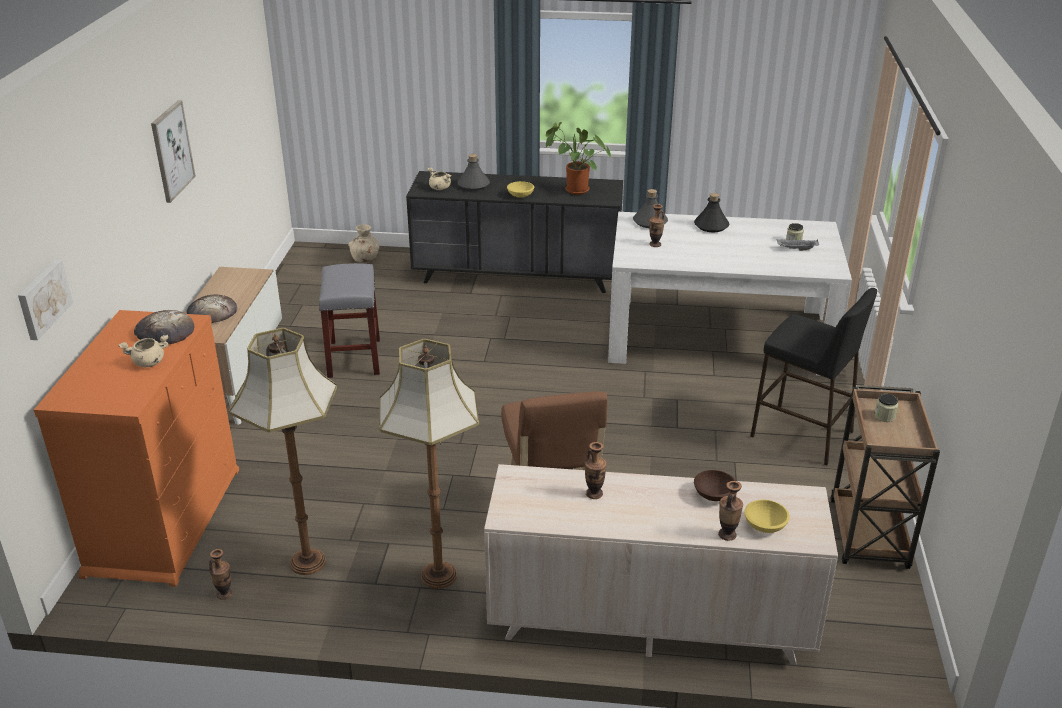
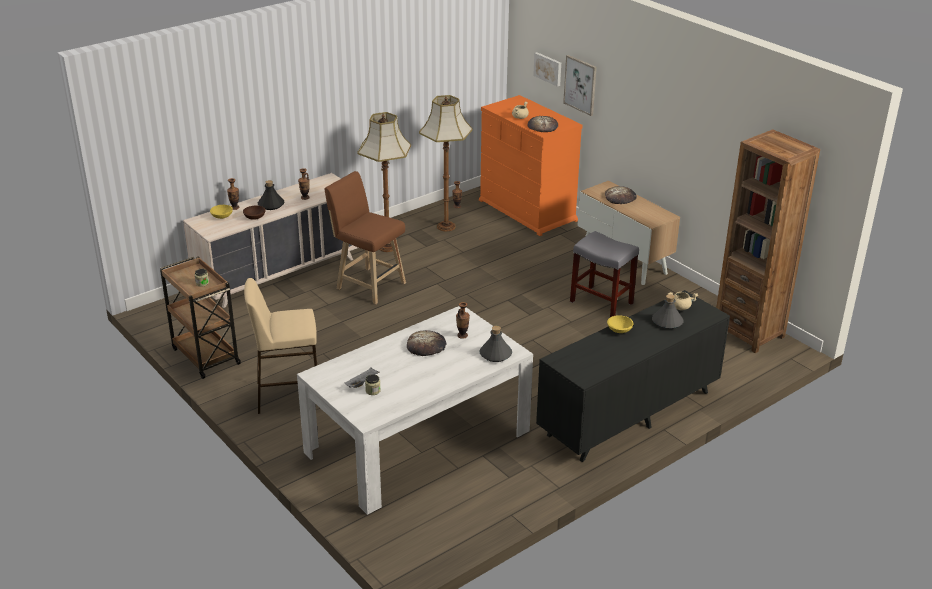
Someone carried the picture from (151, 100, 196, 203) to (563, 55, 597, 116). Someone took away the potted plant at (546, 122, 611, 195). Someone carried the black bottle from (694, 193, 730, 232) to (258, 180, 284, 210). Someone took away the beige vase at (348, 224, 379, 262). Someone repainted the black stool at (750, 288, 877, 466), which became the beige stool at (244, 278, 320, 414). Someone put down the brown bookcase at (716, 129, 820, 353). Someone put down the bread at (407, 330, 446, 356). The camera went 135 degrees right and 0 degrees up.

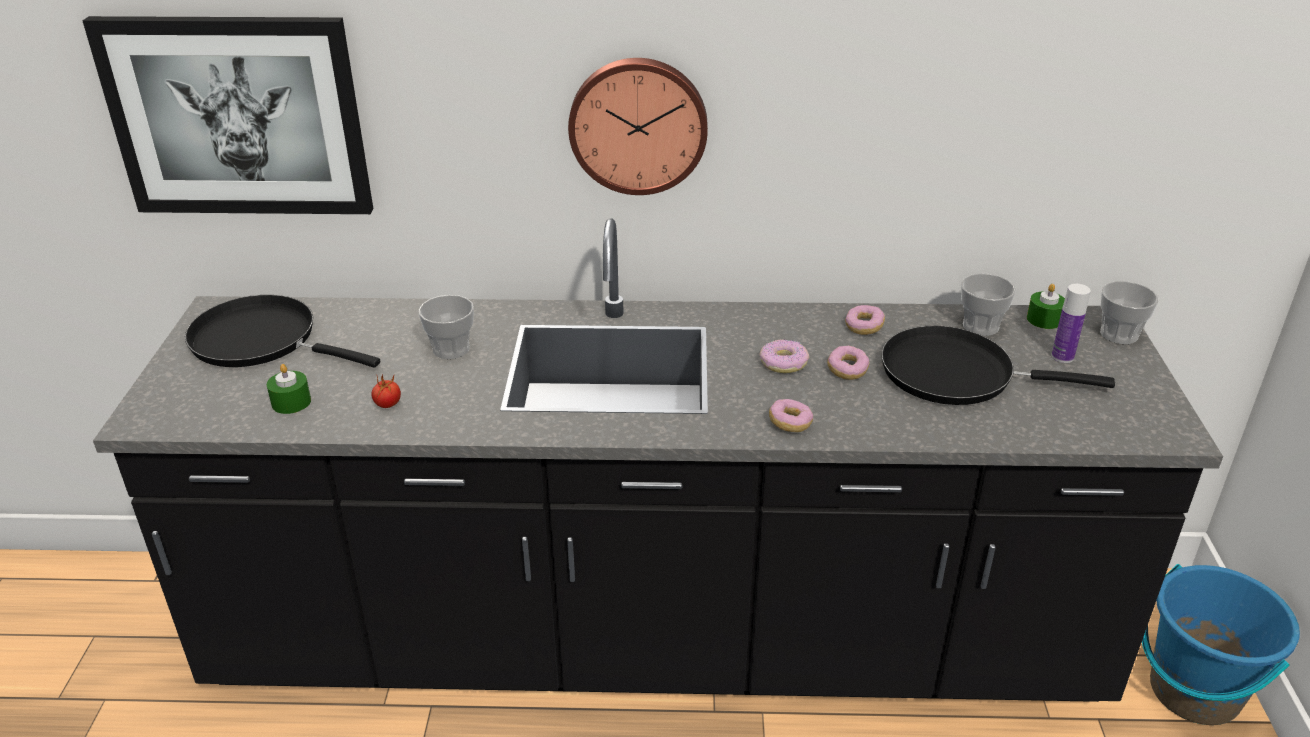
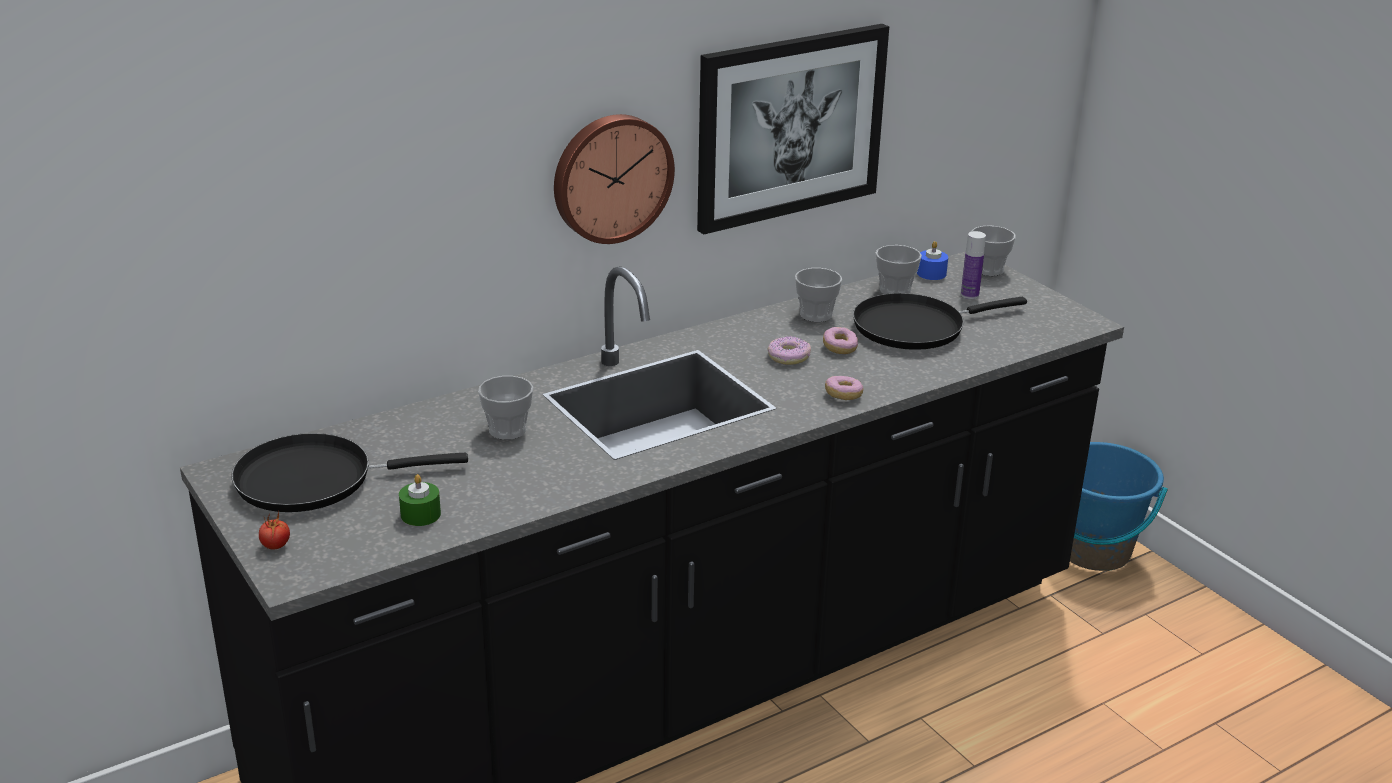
Someone carried the picture from (83, 16, 373, 214) to (697, 24, 889, 234). Someone repainted the green candle at (1027, 284, 1065, 329), which became the blue candle at (917, 241, 948, 280). Someone swapped the donut at (845, 305, 885, 335) for the cup at (795, 268, 842, 322). Someone carried the tomato from (371, 374, 401, 408) to (259, 511, 290, 549). The camera went 35 degrees left and 5 degrees down.

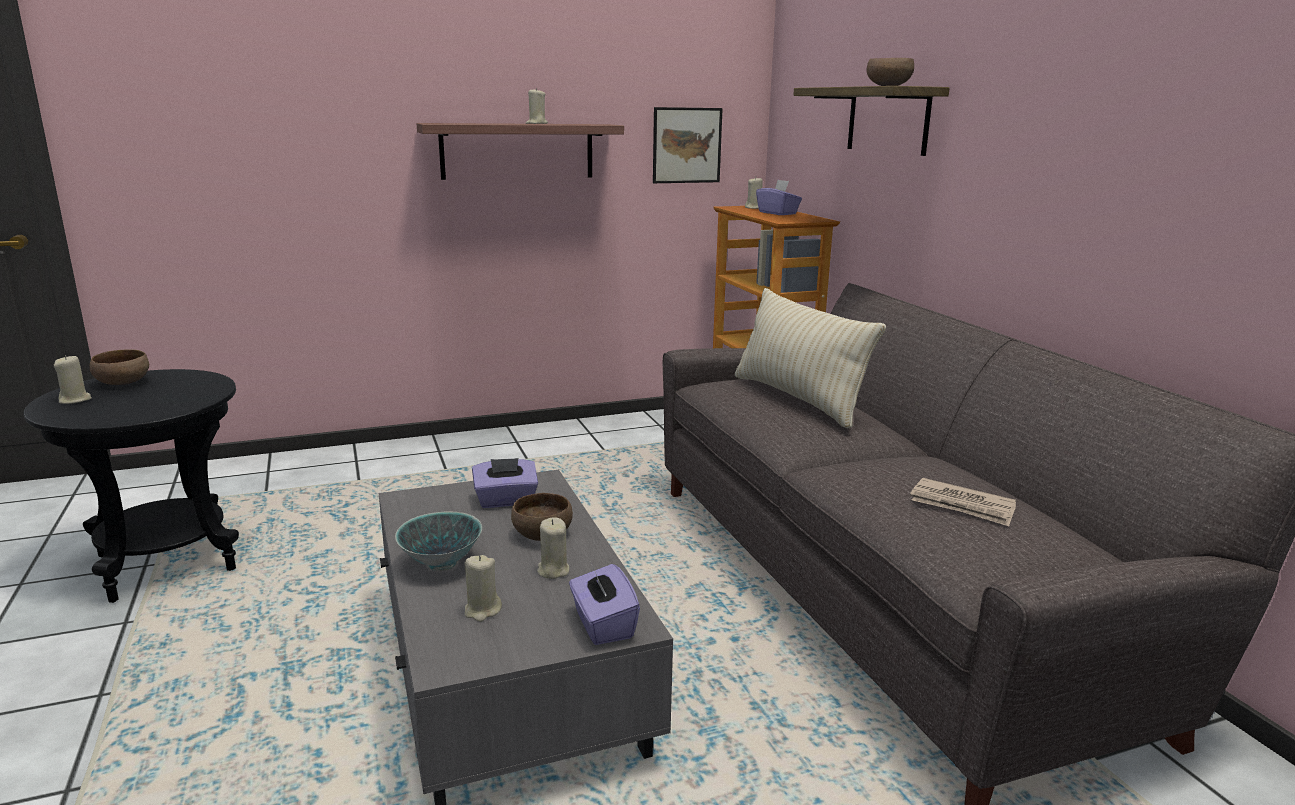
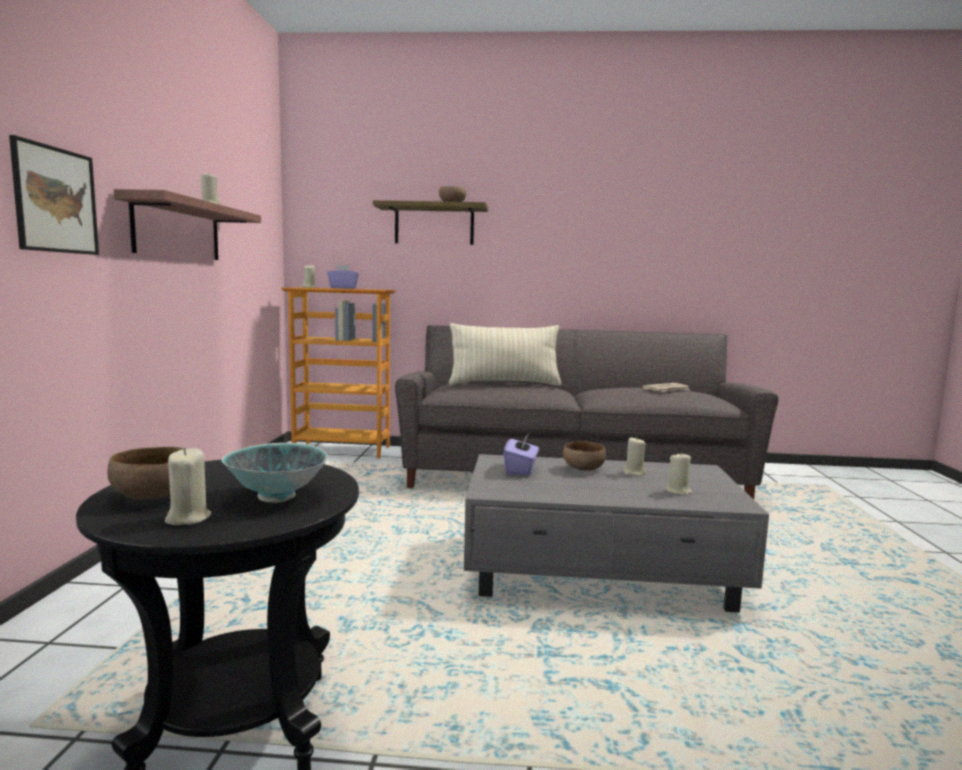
Someone carried the picture from (653, 107, 723, 183) to (9, 135, 99, 255). Someone carried the bowl from (395, 512, 482, 571) to (222, 443, 328, 503). Someone took away the purple tissue box at (569, 563, 640, 645). The camera went 65 degrees left and 10 degrees down.

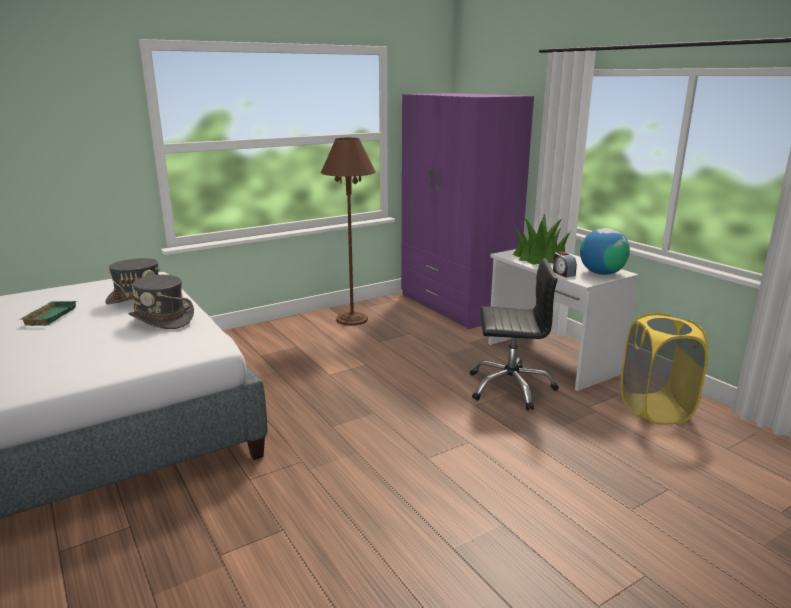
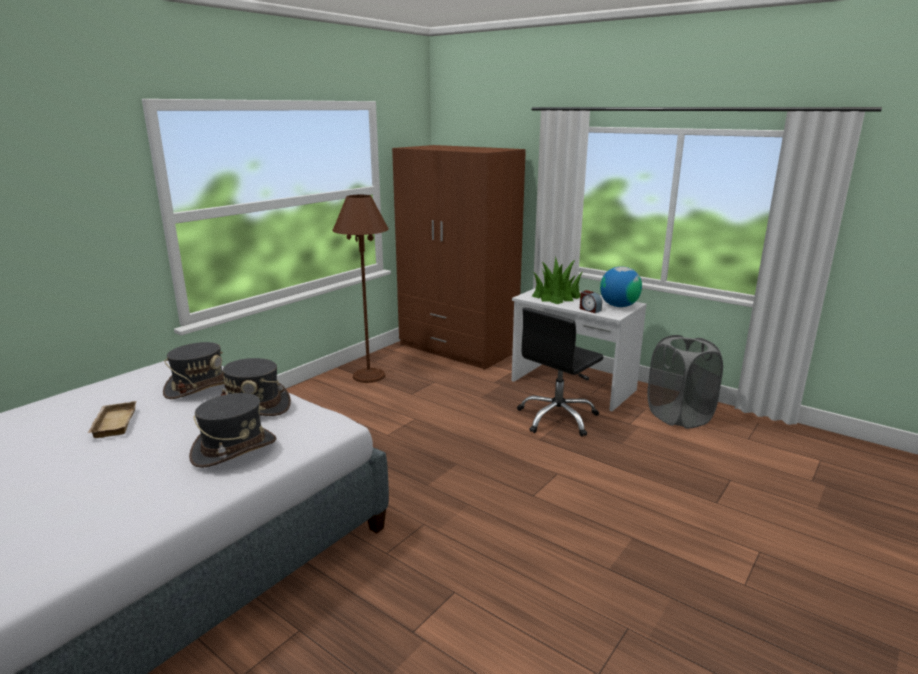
Someone repainted the purple wardrobe at (401, 93, 534, 329), which became the brown wardrobe at (392, 145, 526, 370). Someone rotated the black office chair at (470, 258, 559, 411) by 150 degrees clockwise. Someone repainted the green tray at (20, 301, 77, 326), which became the beige tray at (88, 401, 136, 438). Someone repainted the yellow laundry basket at (621, 313, 708, 424), which became the grey laundry basket at (647, 335, 723, 429). Someone put down the grey hat at (189, 393, 276, 468). The camera went 20 degrees left and 0 degrees up.

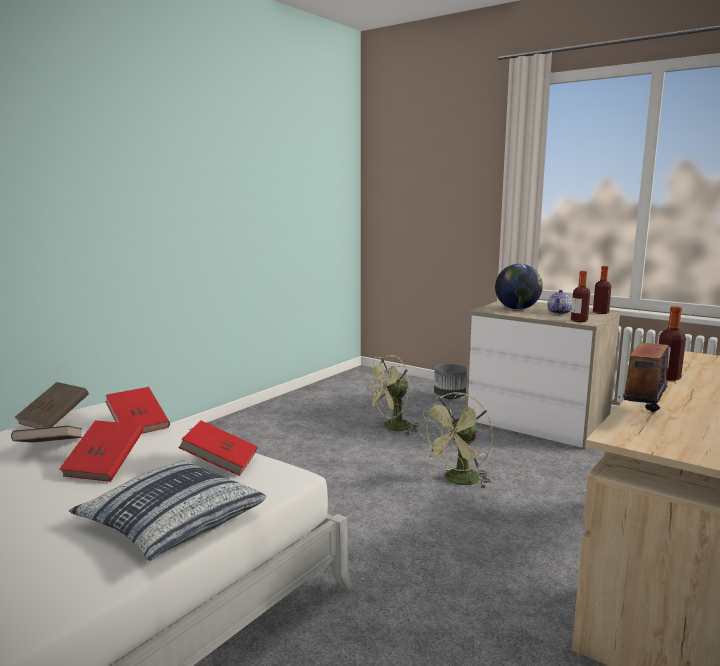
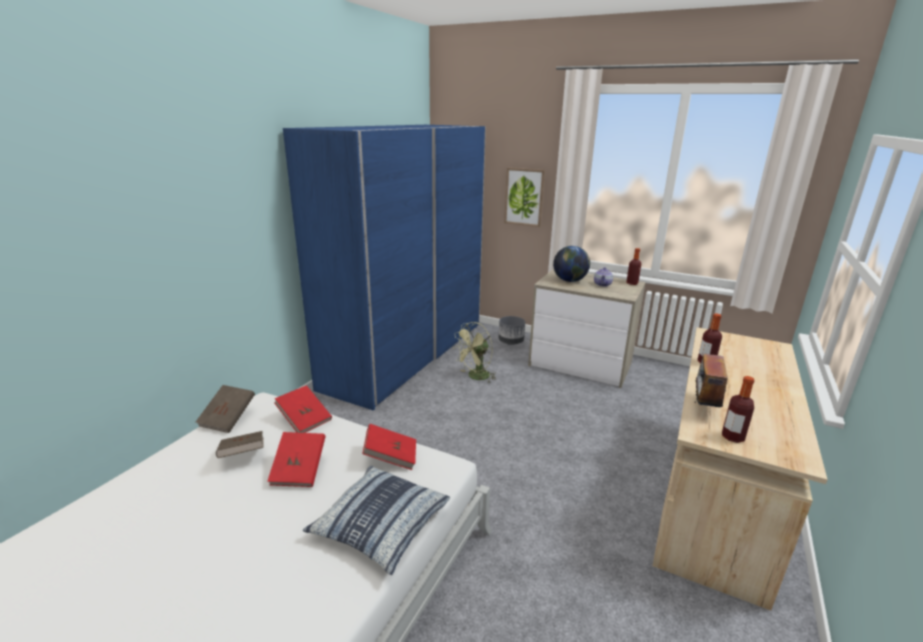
Someone carried the bottle from (571, 271, 590, 322) to (722, 376, 754, 443). Someone took away the green fan at (420, 392, 493, 489). Someone put down the blue wardrobe at (283, 125, 486, 411). Someone put up the picture at (504, 168, 545, 227). The camera went 10 degrees left and 10 degrees up.

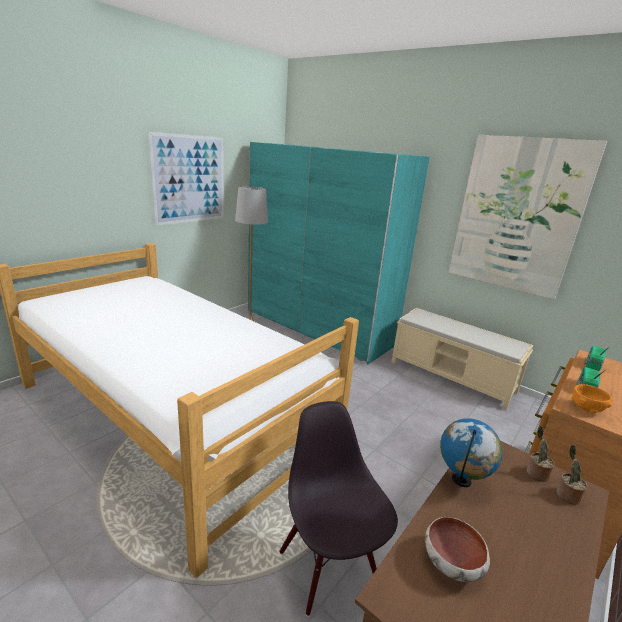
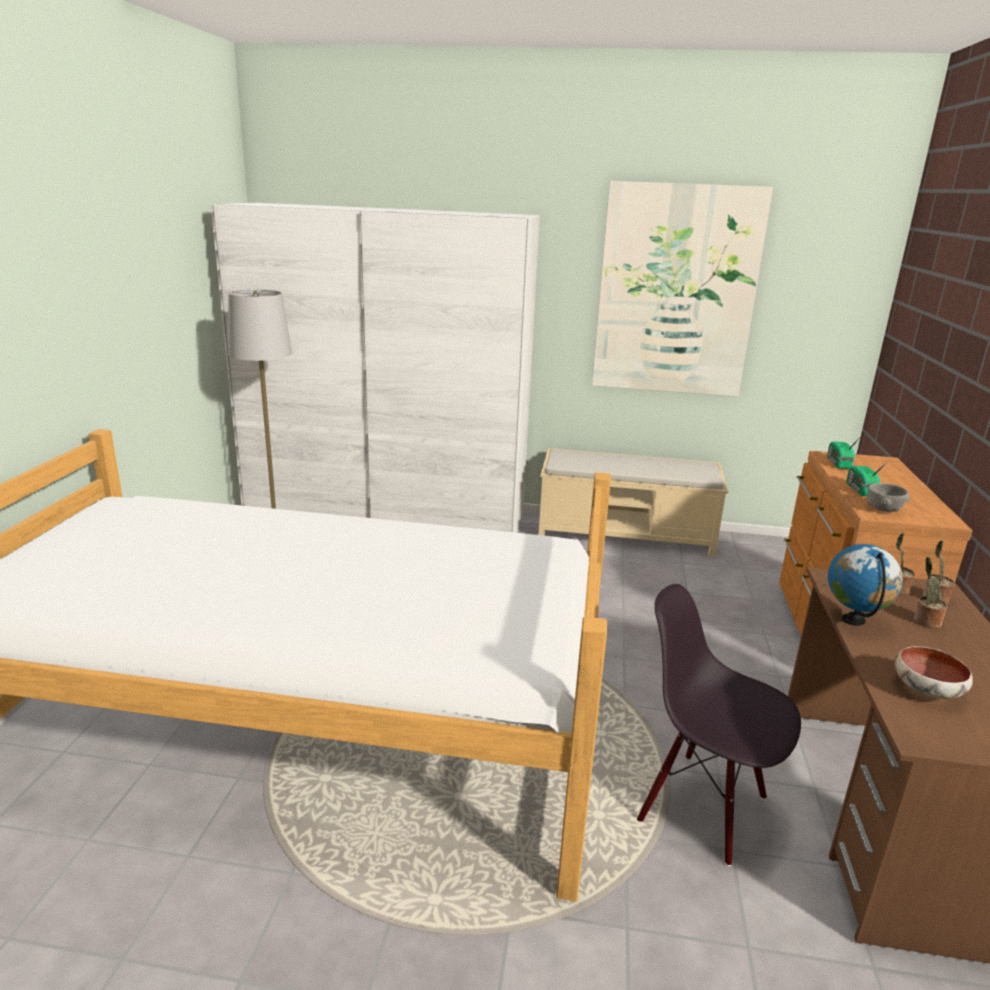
Someone took away the picture at (148, 132, 224, 226). Someone repainted the turquoise wardrobe at (248, 142, 430, 364), which became the white wardrobe at (211, 203, 540, 533). Someone repainted the orange bowl at (571, 384, 612, 413), which became the grey bowl at (867, 483, 910, 512). Someone put down the potted plant at (914, 557, 947, 629). The camera went 30 degrees left and 0 degrees up.

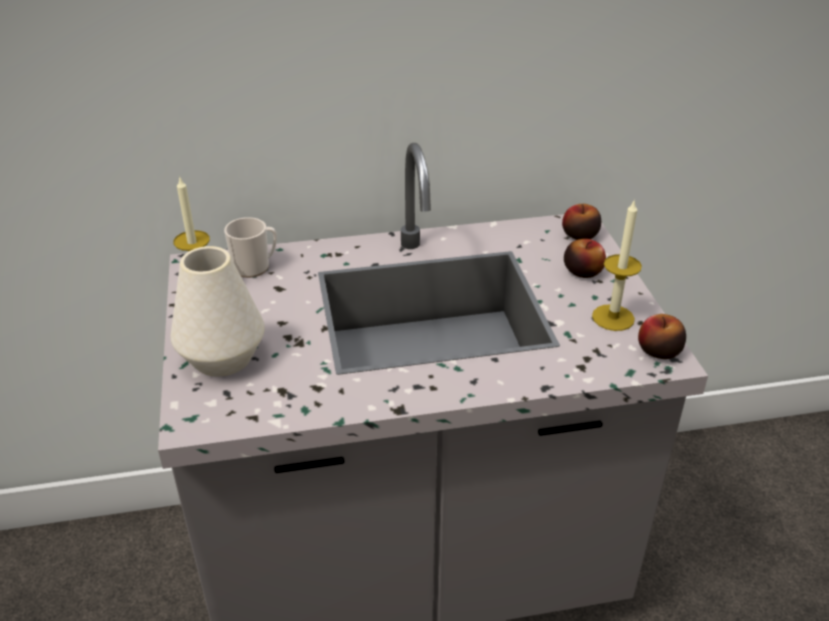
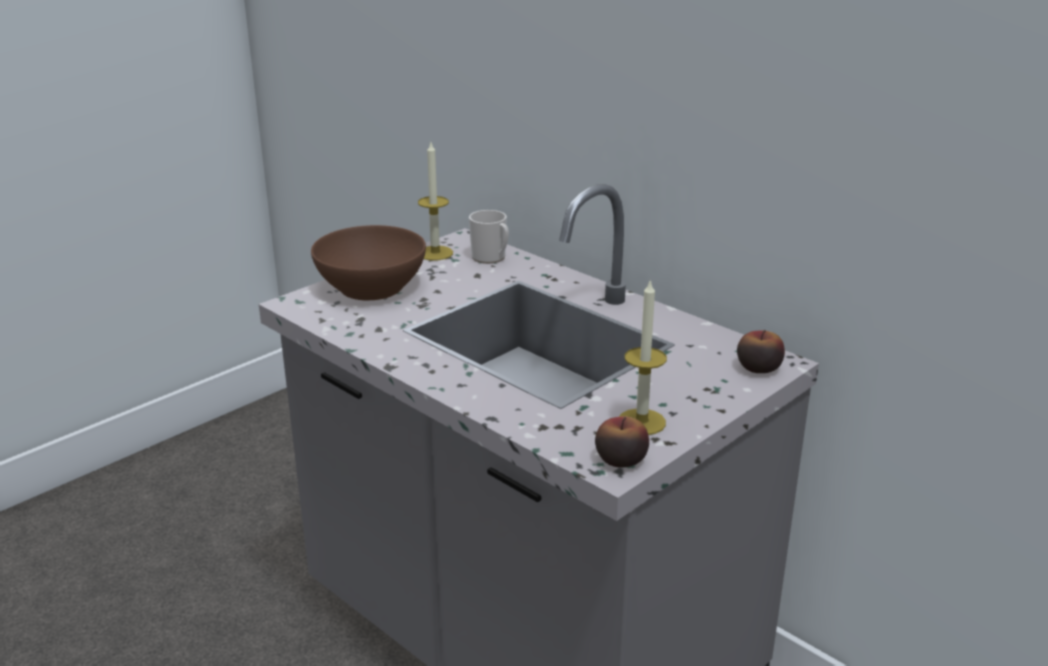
Someone took away the apple at (564, 239, 606, 278). Someone swapped the white vase at (171, 246, 265, 377) for the brown bowl at (311, 225, 426, 300). The camera went 55 degrees right and 10 degrees down.

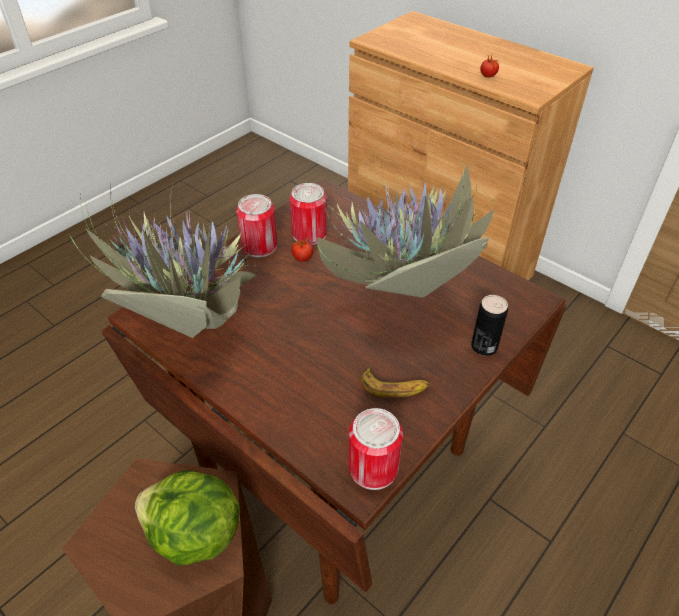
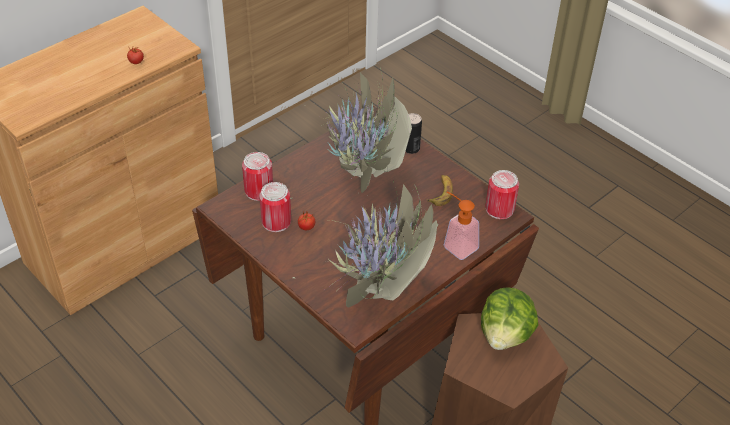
Someone carried the can from (236, 194, 278, 257) to (242, 152, 273, 201). Someone put down the soap dispenser at (444, 191, 479, 260). The camera went 85 degrees left and 0 degrees up.

